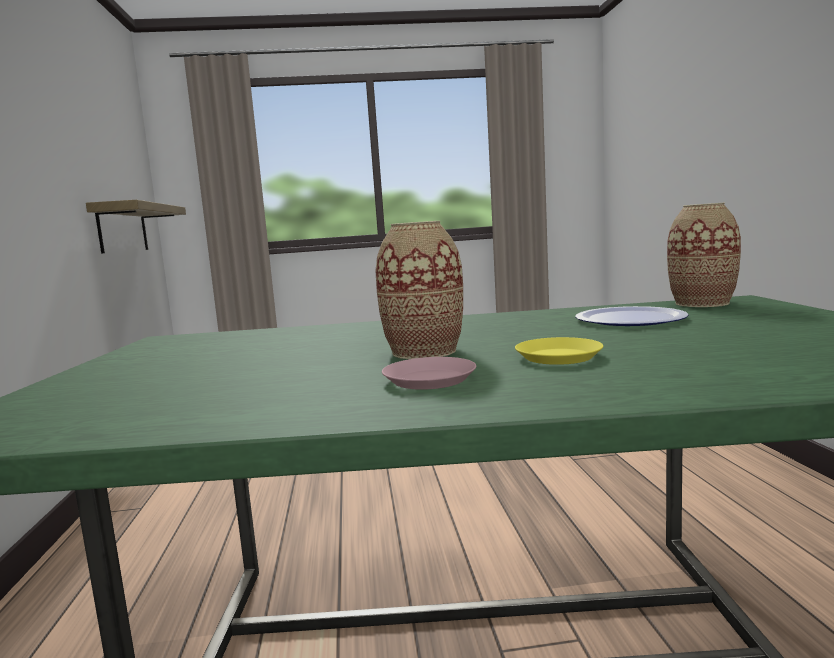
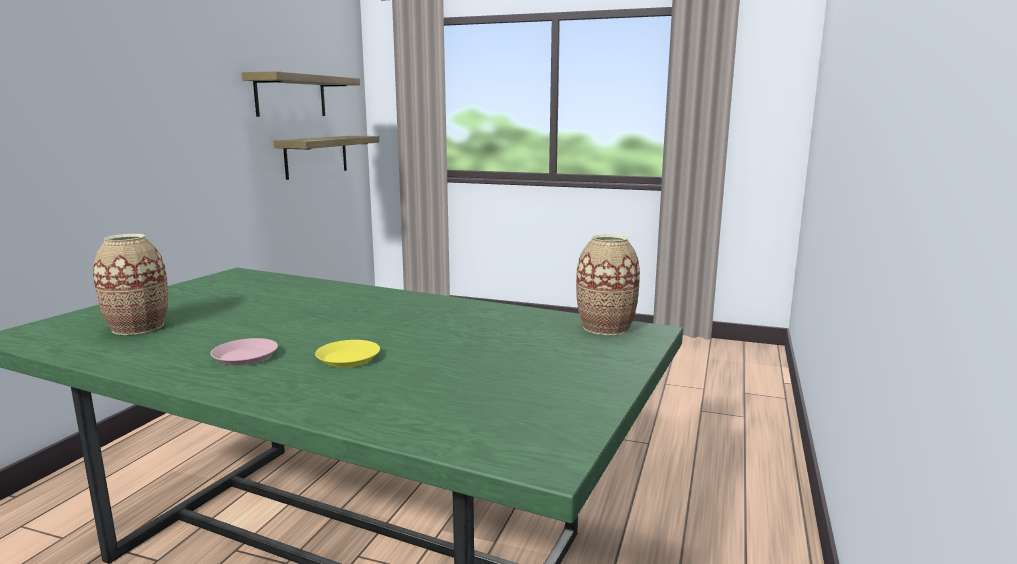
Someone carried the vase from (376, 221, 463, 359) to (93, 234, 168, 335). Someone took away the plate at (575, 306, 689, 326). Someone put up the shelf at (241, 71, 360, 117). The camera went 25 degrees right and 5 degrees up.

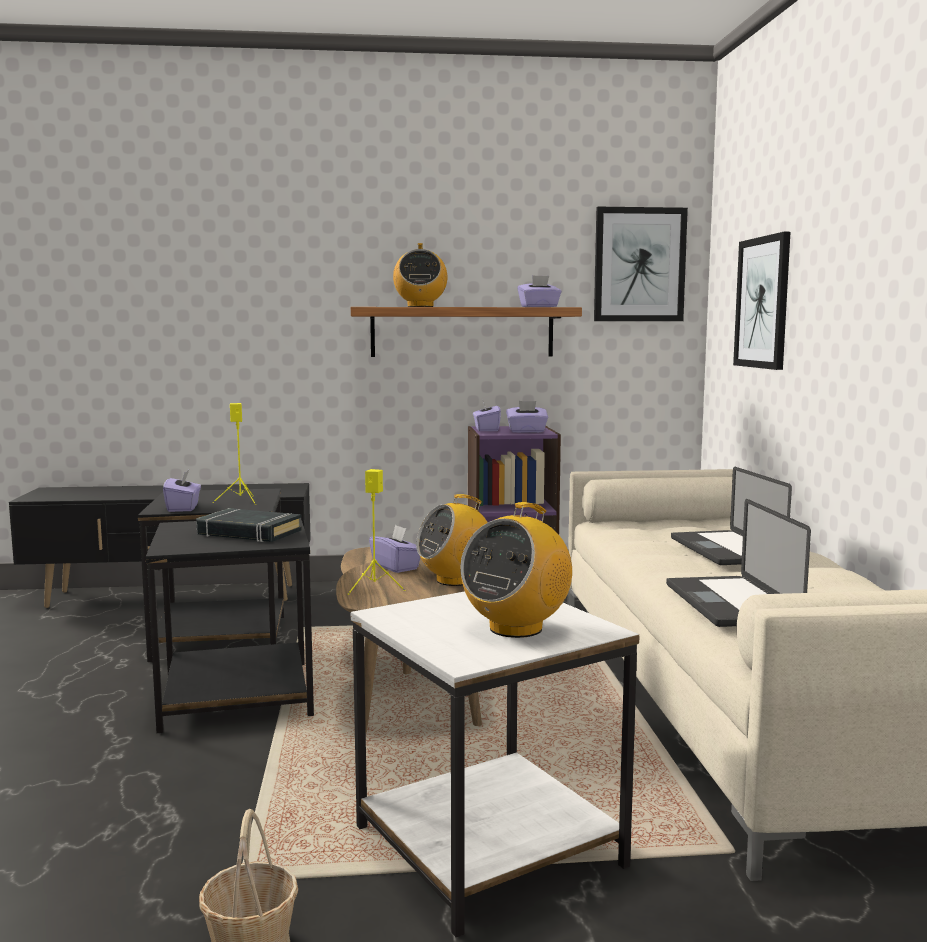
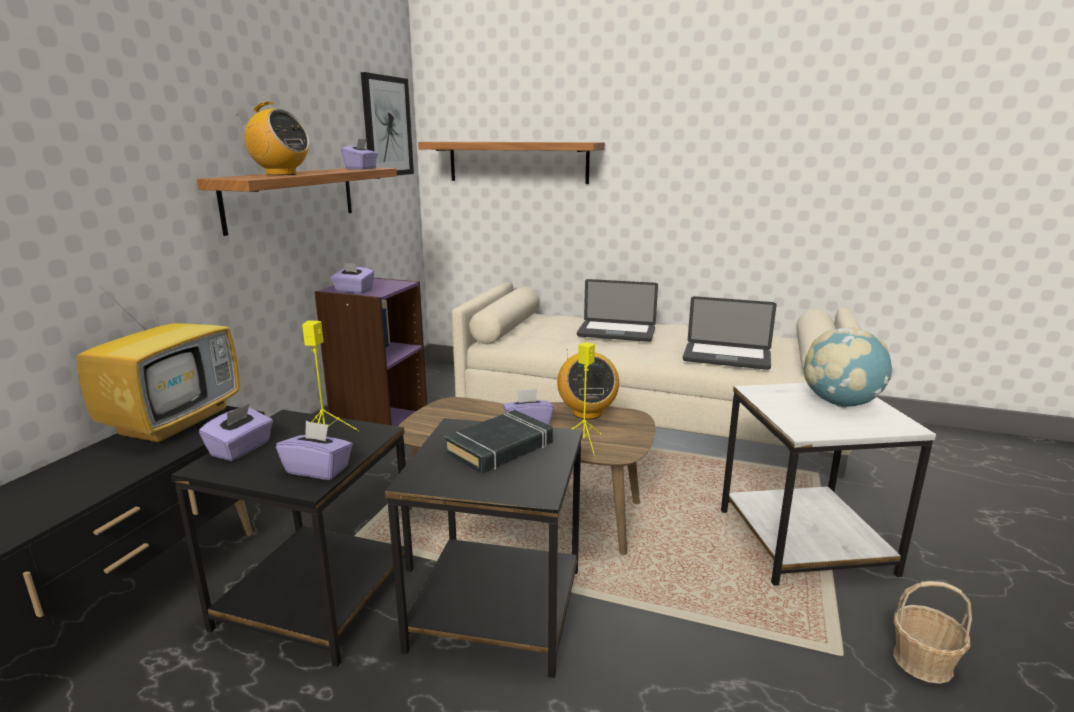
Someone swapped the picture at (733, 232, 791, 370) for the shelf at (418, 142, 605, 184). Someone carried the purple tissue box from (506, 401, 548, 433) to (199, 404, 273, 461). Someone swapped the radio at (460, 502, 572, 638) for the globe at (804, 327, 893, 408). Someone put down the television at (77, 262, 240, 444). The camera went 65 degrees left and 10 degrees up.

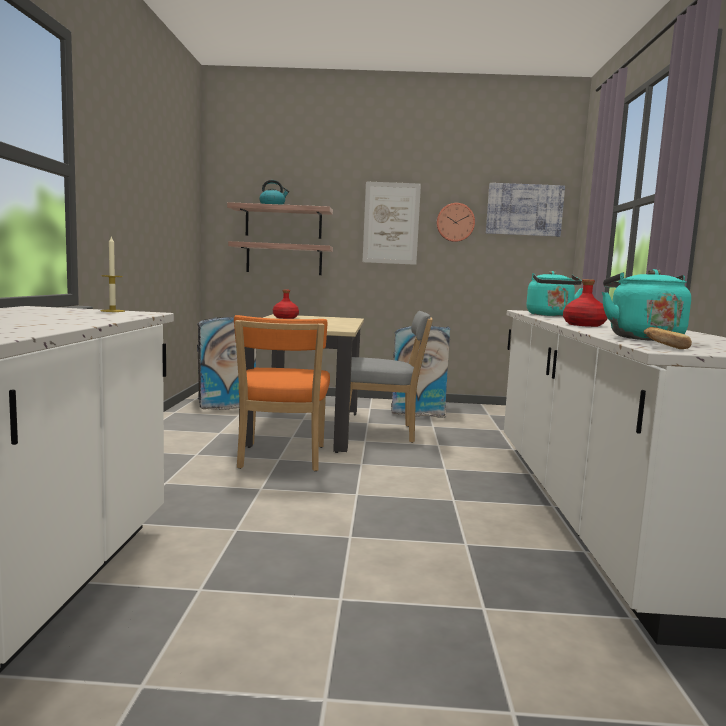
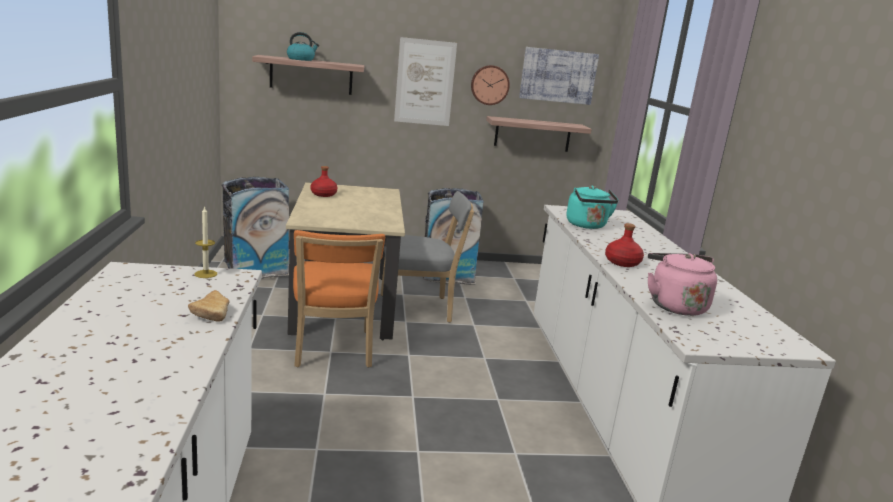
Someone carried the shelf from (228, 241, 333, 275) to (486, 116, 592, 152). Someone repainted the turquoise kettle at (602, 269, 691, 341), which became the pink kettle at (648, 253, 717, 316). Someone carried the bread from (643, 327, 692, 349) to (188, 290, 229, 321). The camera went 10 degrees left and 10 degrees up.

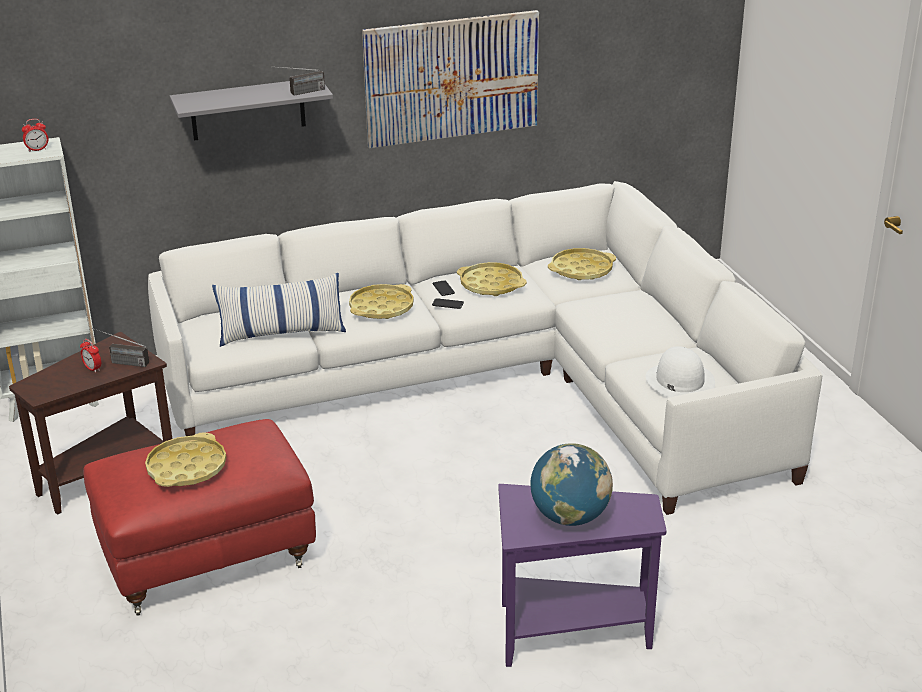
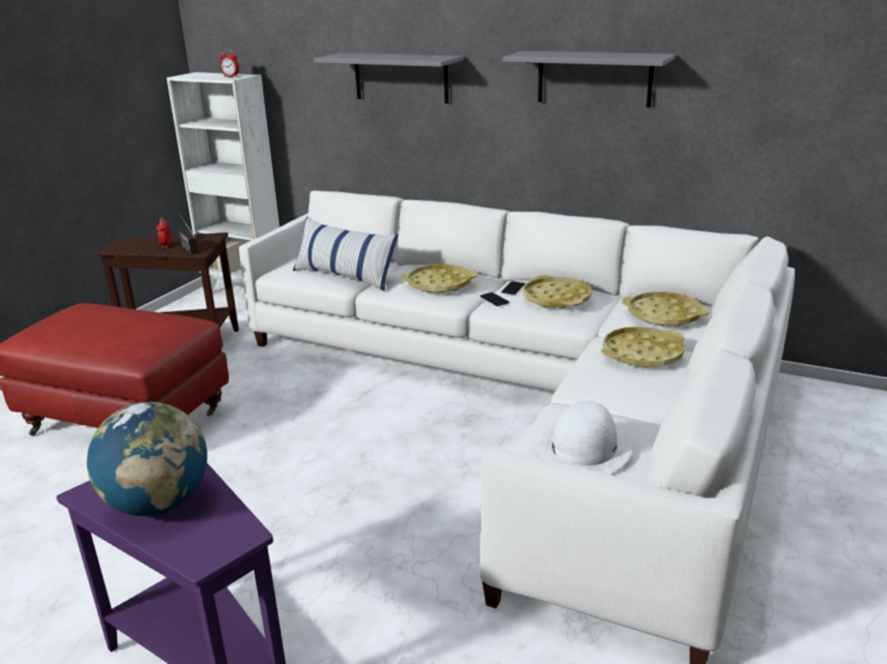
Someone swapped the picture at (362, 10, 539, 148) for the grey shelf at (502, 51, 675, 108). Someone took away the radio at (271, 66, 325, 96). Someone carried the yellow tray from (145, 432, 226, 487) to (602, 327, 685, 368). The camera went 45 degrees right and 5 degrees down.

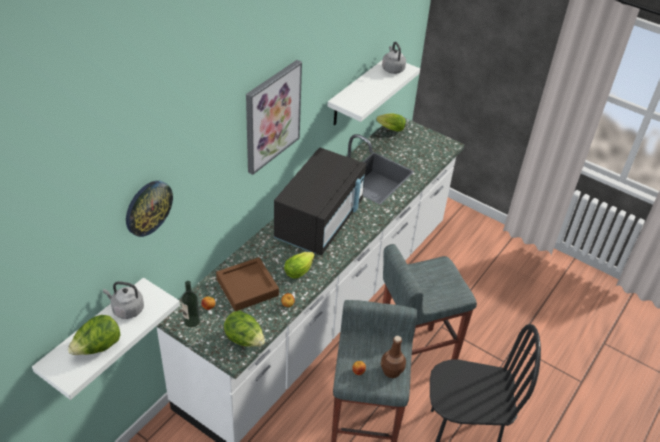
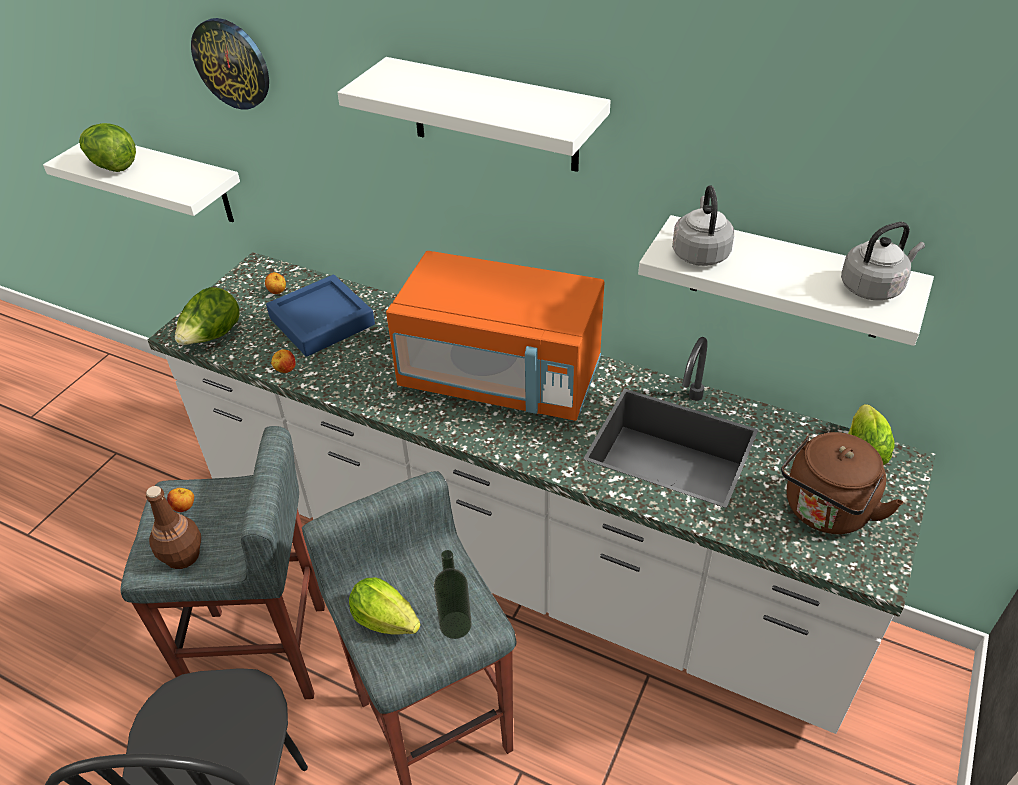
Someone swapped the picture at (246, 60, 302, 175) for the white shelf at (337, 57, 611, 172). Someone repainted the black microwave at (274, 147, 366, 255), which became the orange microwave at (386, 251, 605, 421). Someone carried the lettuce from (284, 252, 315, 279) to (349, 578, 420, 635). Someone repainted the brown tray at (216, 257, 279, 311), which became the blue tray at (266, 275, 375, 357). Someone carried the grey kettle from (103, 281, 144, 319) to (672, 185, 734, 266). Someone carried the bottle from (181, 281, 200, 327) to (434, 550, 472, 639). Someone put down the brown kettle at (781, 432, 903, 534). The camera went 85 degrees right and 0 degrees up.

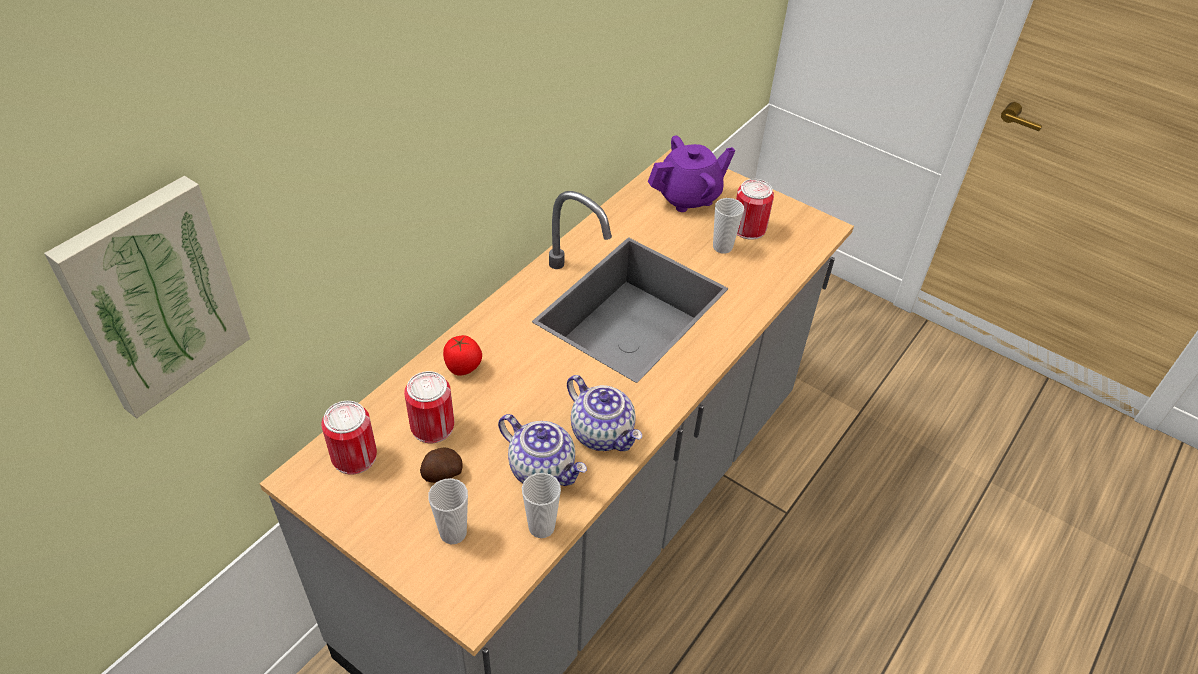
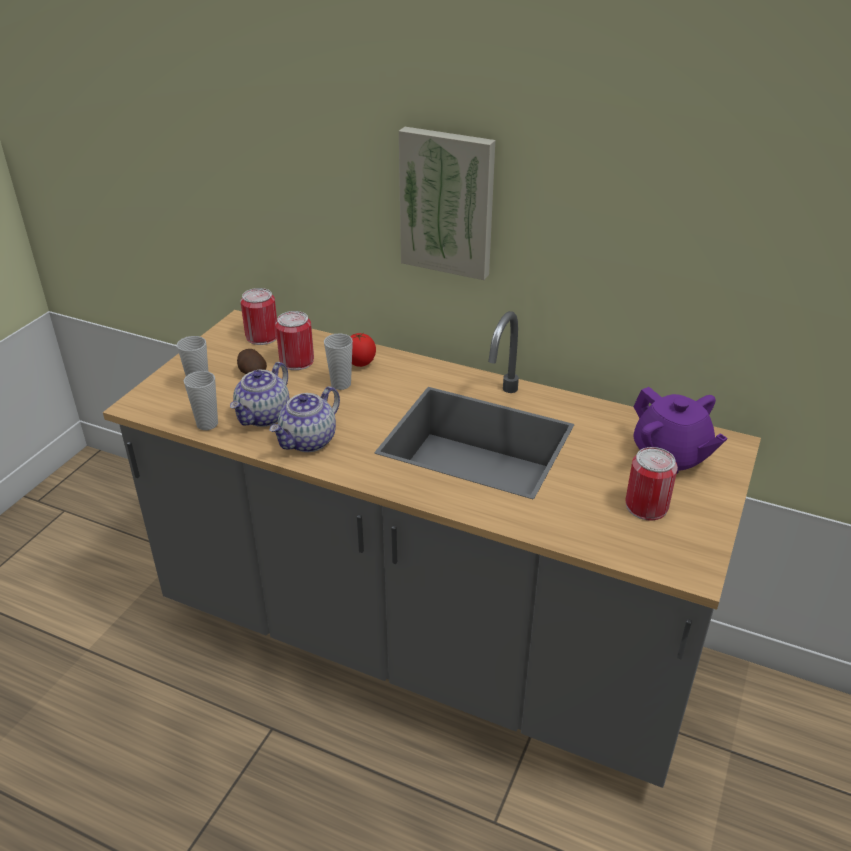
Someone carried the picture from (44, 176, 250, 419) to (399, 127, 495, 280). Someone carried the cup from (713, 198, 744, 254) to (324, 333, 353, 390). The camera went 80 degrees right and 10 degrees down.

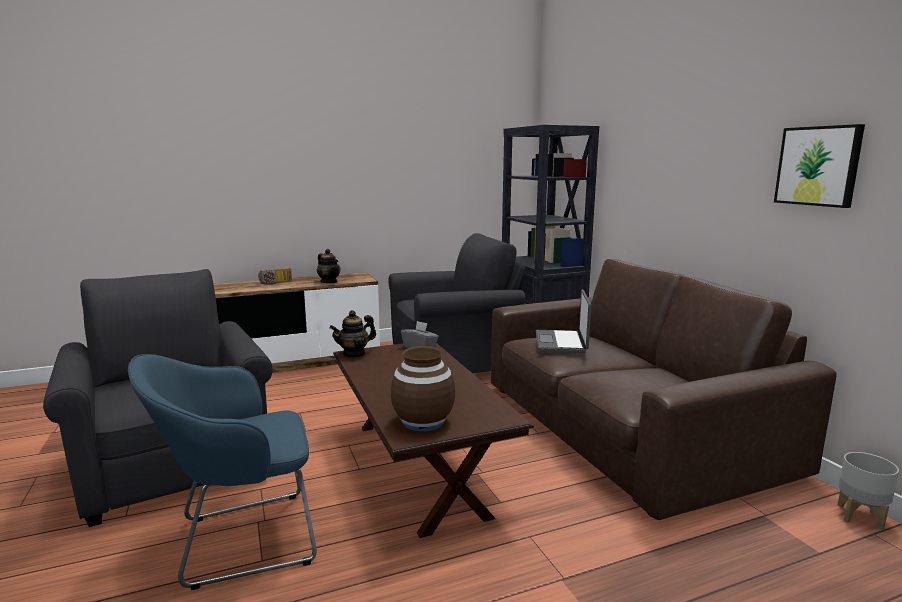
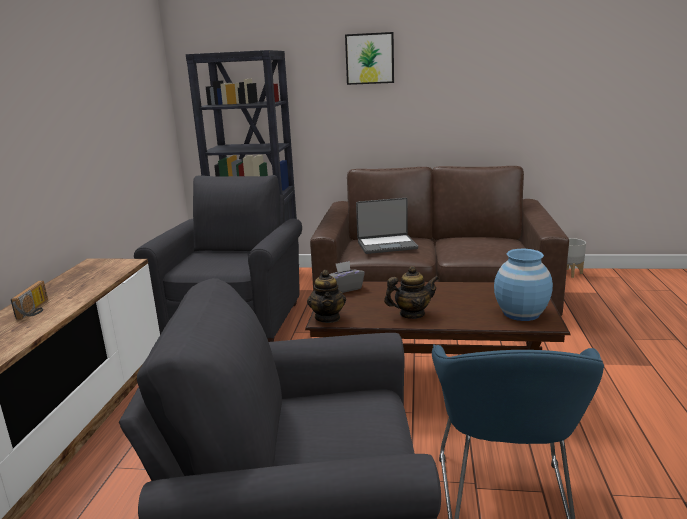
Someone carried the picture from (774, 124, 865, 208) to (345, 32, 394, 85). Someone carried the teapot from (317, 249, 341, 283) to (384, 266, 439, 319). Someone rotated the laptop at (536, 290, 591, 353) by 45 degrees counterclockwise. Someone repainted the brown vase at (391, 346, 455, 431), which became the blue vase at (494, 249, 553, 321). The camera went 60 degrees left and 5 degrees up.

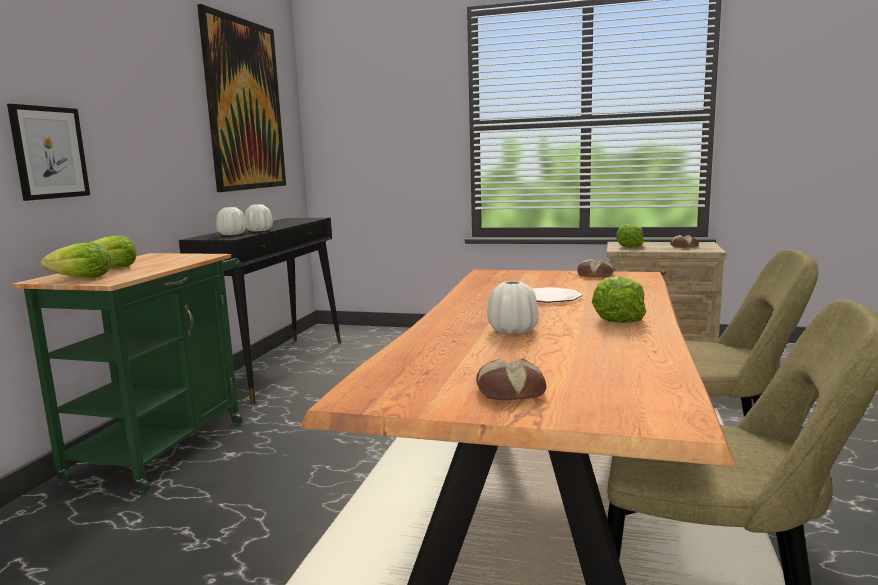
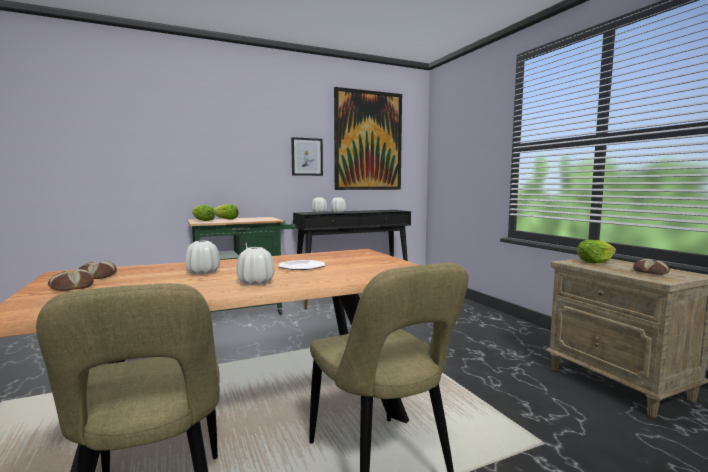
Someone carried the picture from (7, 104, 90, 201) to (291, 137, 323, 176). Someone carried the bread from (577, 259, 614, 277) to (79, 260, 117, 279). Someone swapped the lettuce at (592, 276, 646, 323) for the white vase at (237, 247, 274, 285). The camera went 50 degrees right and 5 degrees down.

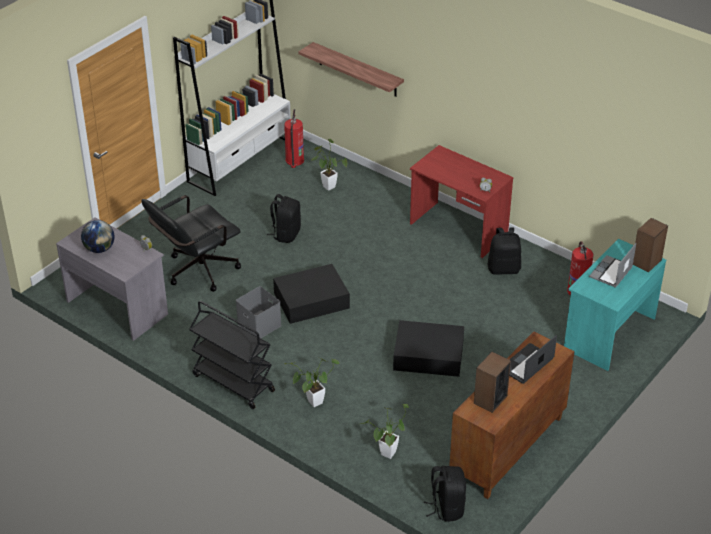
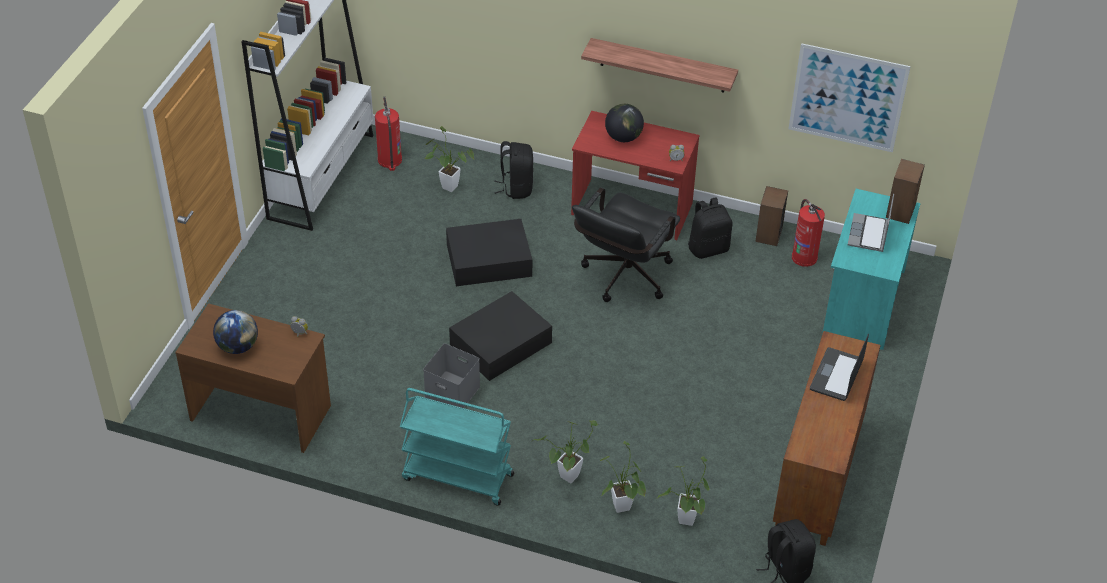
Someone carried the shelf from (298, 42, 404, 97) to (581, 38, 738, 93). Someone carried the black backpack from (267, 194, 301, 243) to (494, 141, 533, 199). Someone carried the black office chair from (141, 195, 241, 292) to (572, 188, 680, 302). Someone repainted the grey desk at (56, 217, 168, 341), which became the brown desk at (175, 303, 331, 453). Someone repainted the black cart at (189, 301, 275, 409), which became the turquoise cart at (400, 388, 514, 506). Someone carried the black storage box from (393, 320, 464, 377) to (446, 219, 532, 286). Someone carried the speaker from (474, 352, 511, 413) to (755, 186, 788, 246). Someone put up the picture at (788, 43, 911, 152). Someone put down the globe at (605, 104, 644, 142). Someone put down the potted plant at (600, 441, 646, 513). The camera went 20 degrees left and 5 degrees up.

